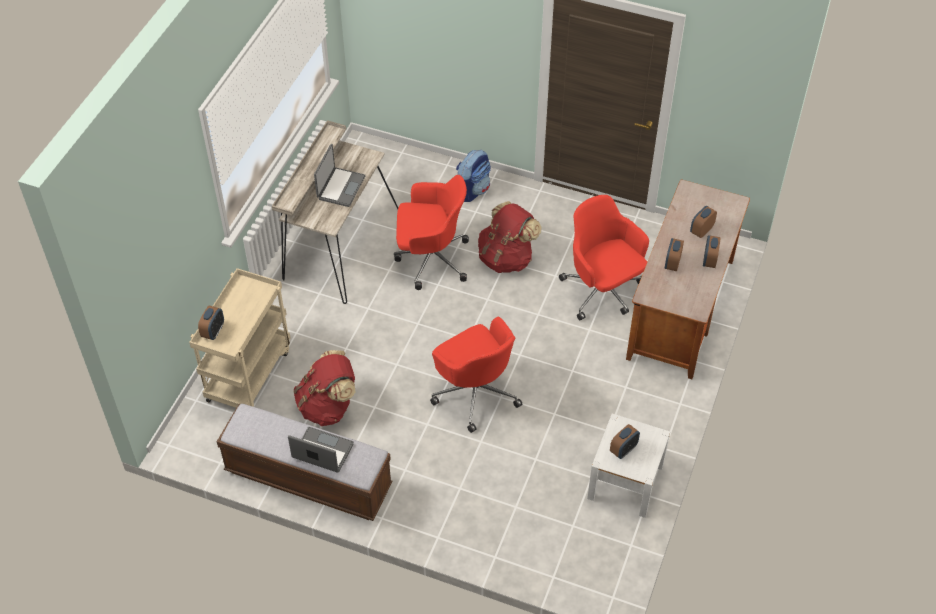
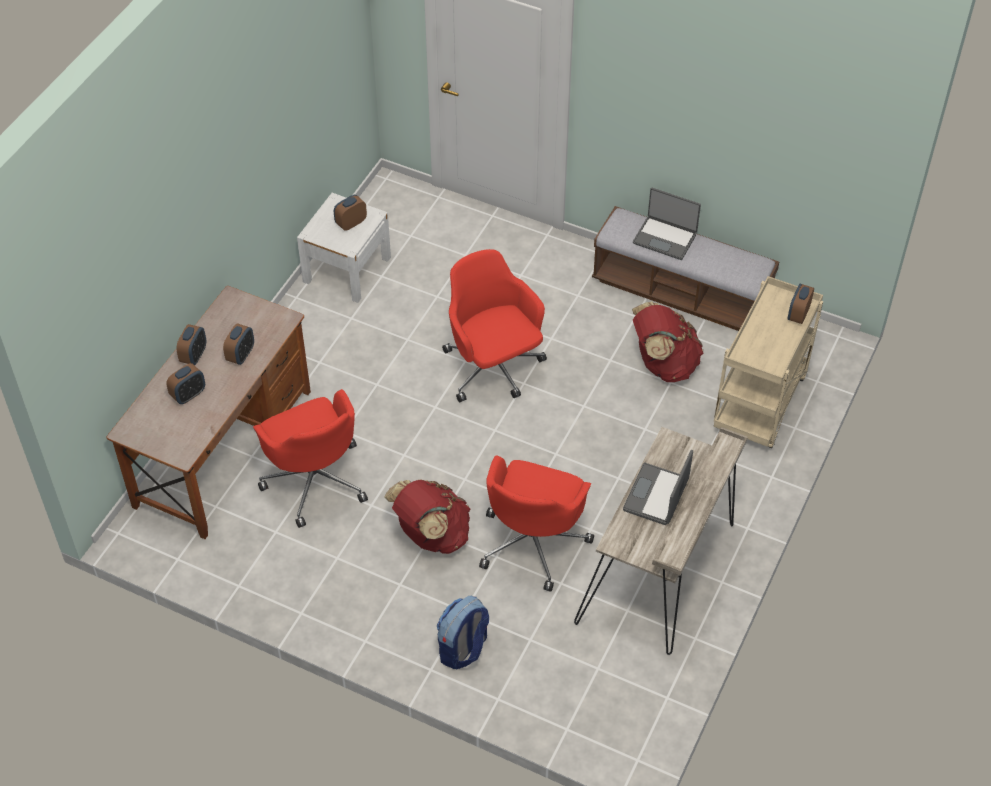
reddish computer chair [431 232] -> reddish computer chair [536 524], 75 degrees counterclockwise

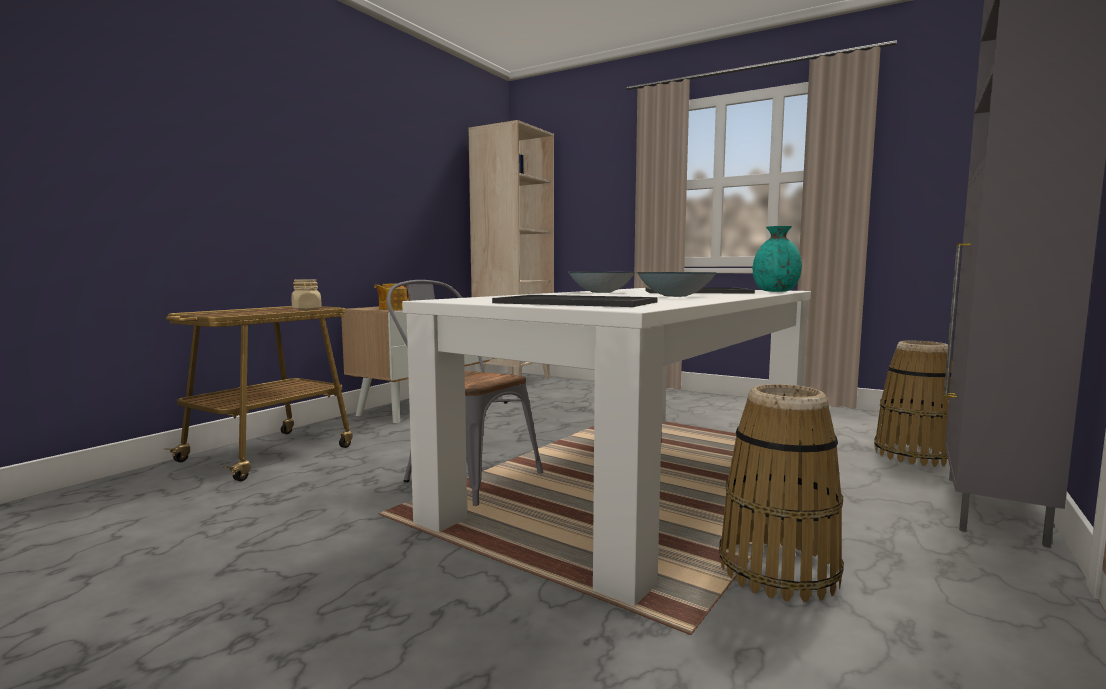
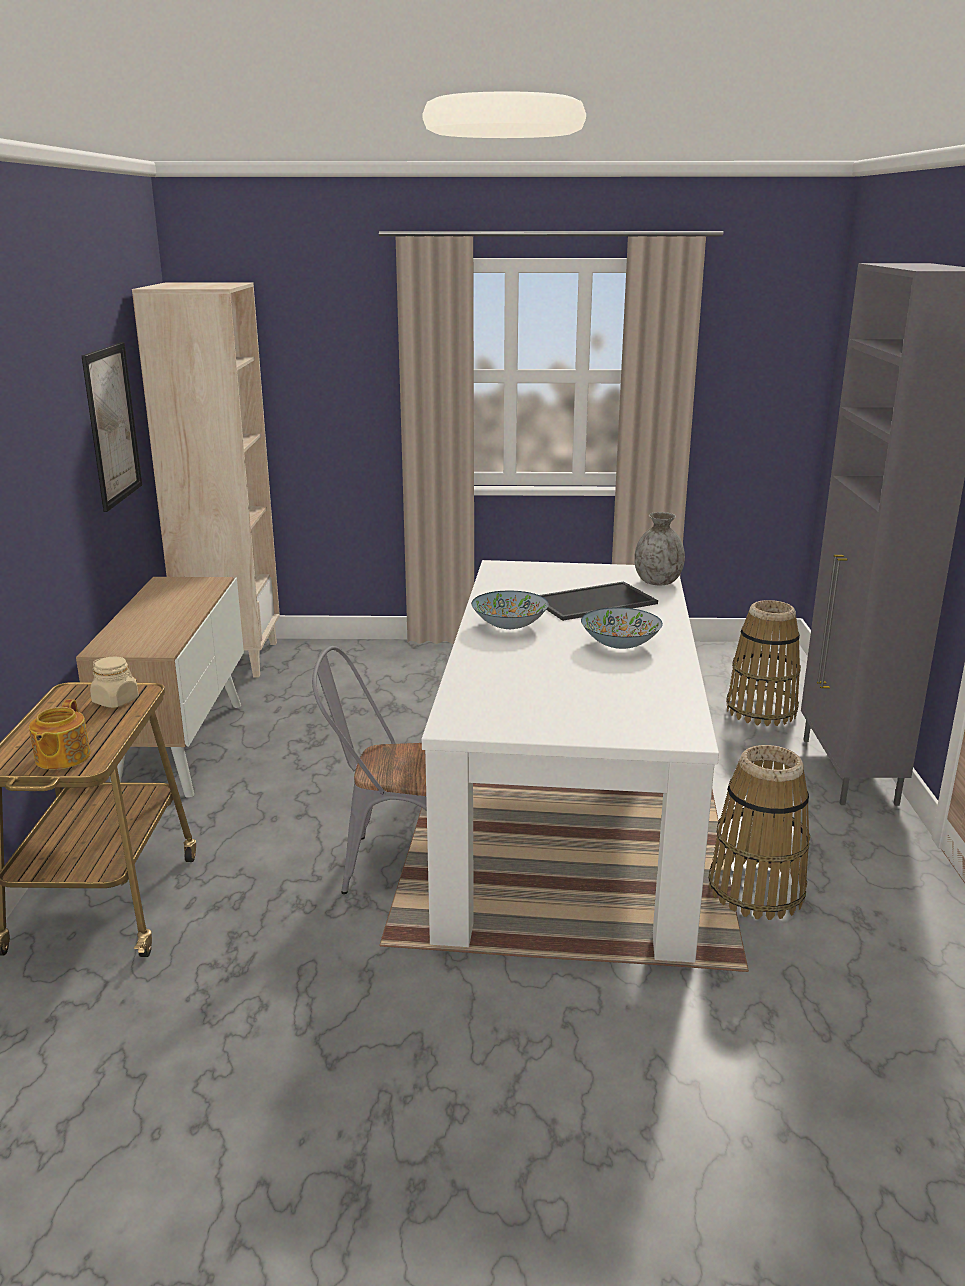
pot for tea [392 297] -> pot for tea [60 734], moved
none -> wall picture [112 427]
turquoise flower vase [777 259] -> greyish flower vase [659 548]
serving tray [575 301] -> none

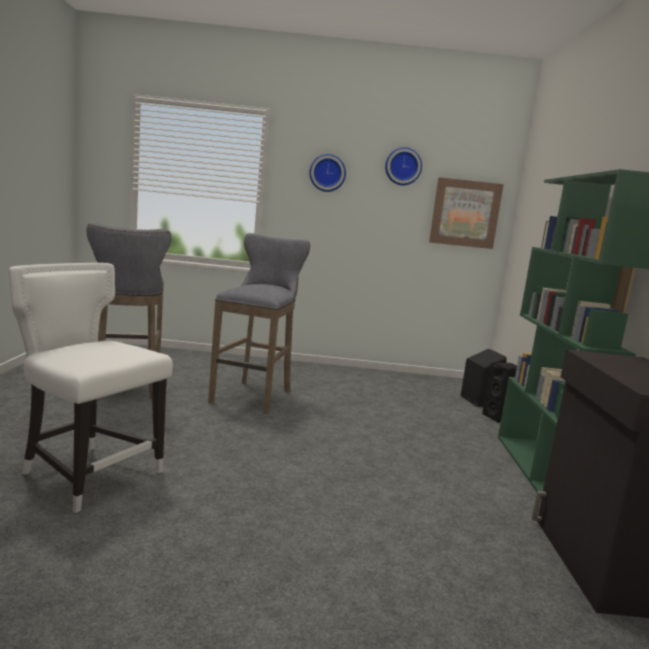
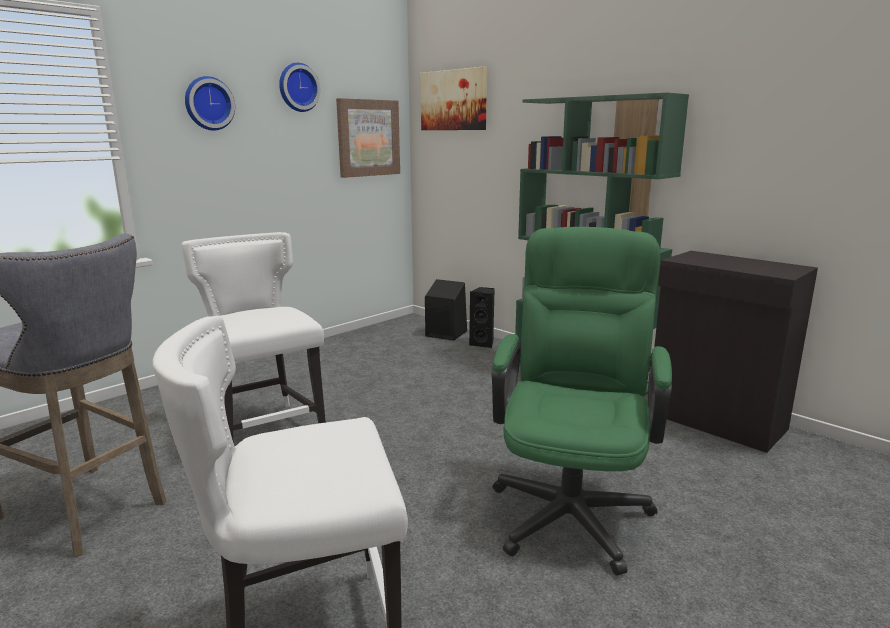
greyish stool [259 323] -> whitish plain chair [253 336]
none -> wall picture [453 98]
none -> greenish computer chair [582 401]

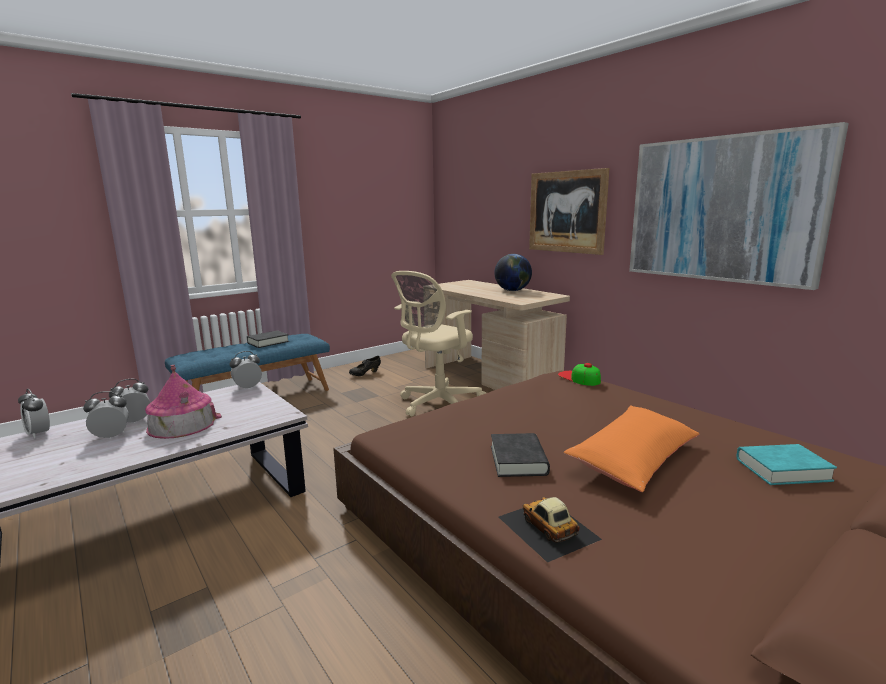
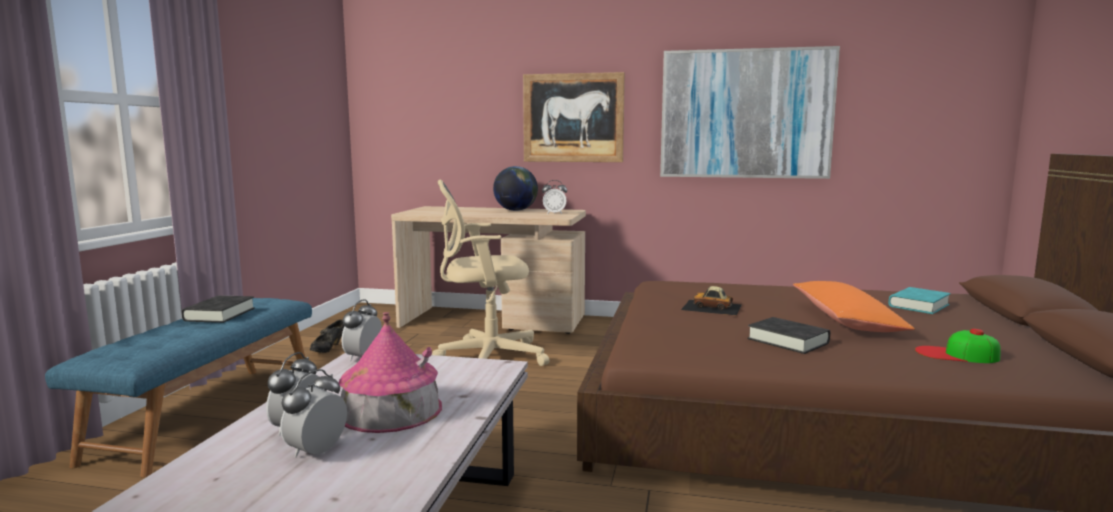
beige computer chair [438 344] -> beige computer chair [491 272], 75 degrees clockwise
bedside clock [34 414] -> bedside clock [554 197], moved
miniature car [550 530] -> miniature car [711 300], moved
baseball cap [579 374] -> baseball cap [958 346], moved

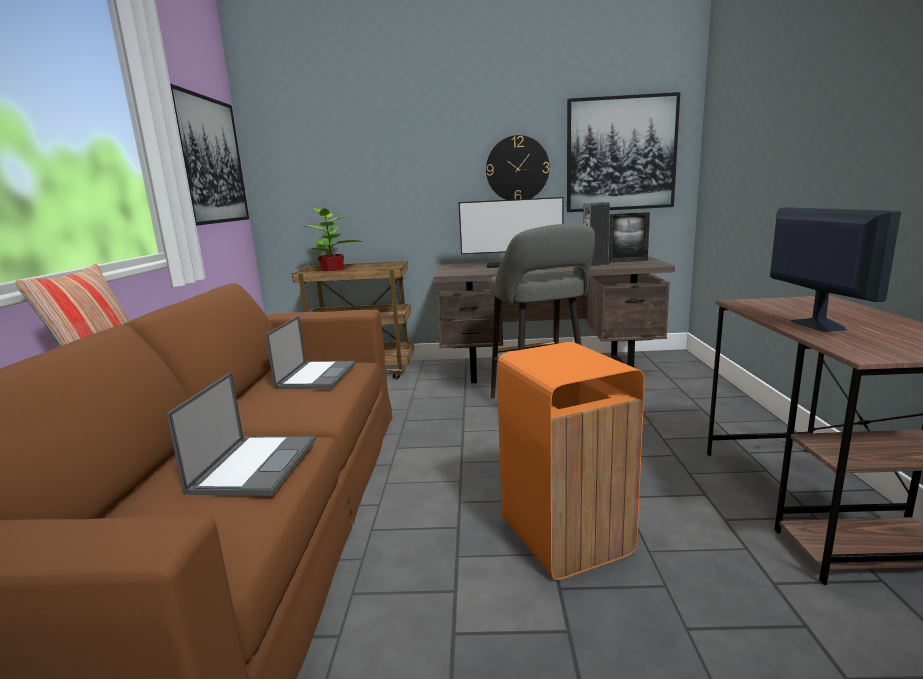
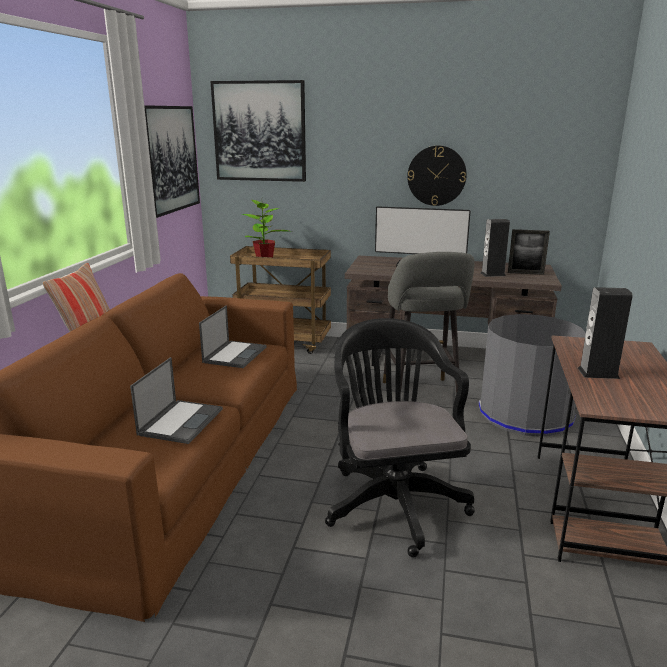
wall picture [623 152] -> wall picture [258 131], moved
orange waste bin [571 461] -> black-coloured computer chair [400 438]
none -> greyish waste bin [532 375]
computer display [835 269] -> speaker [605 333]

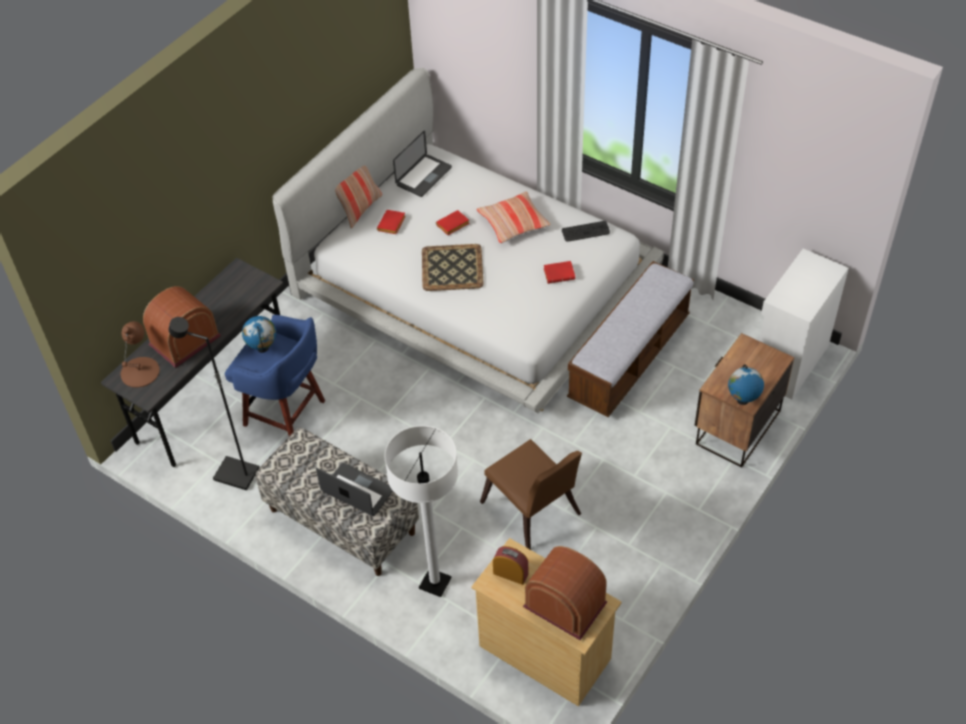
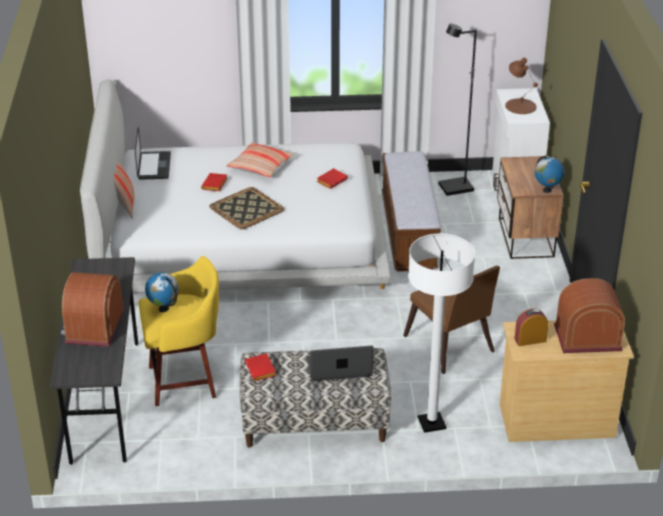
blue-coloured stool [275 375] -> yellow-coloured stool [178 331]
reddish volume [391 222] -> reddish volume [260 367], moved
brownish plain chair [531 494] -> brownish plain chair [451 320], 45 degrees clockwise
black-coloured standing lamp [214 403] -> black-coloured standing lamp [457 110], moved
brownish table lamp [140 354] -> brownish table lamp [521 86], moved
PC keyboard [586 231] -> none

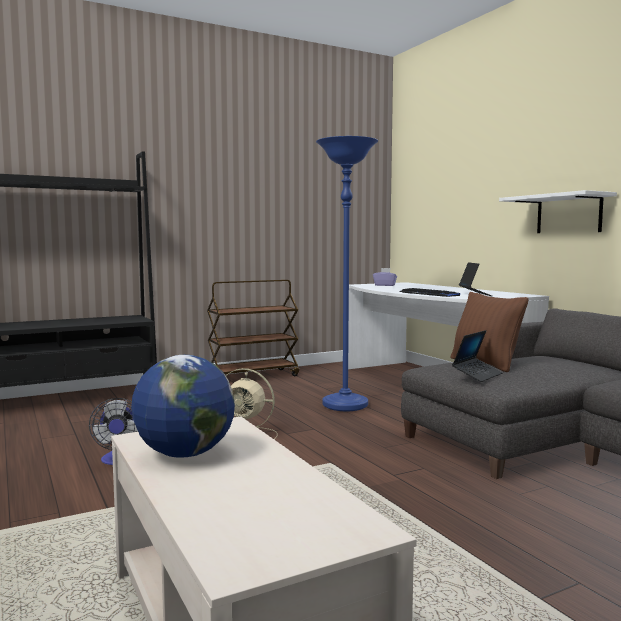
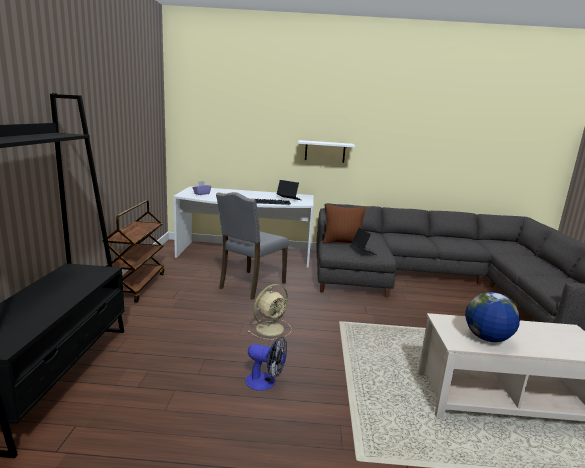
blue-coloured standing lamp [347 273] -> greyish plain chair [252 246]

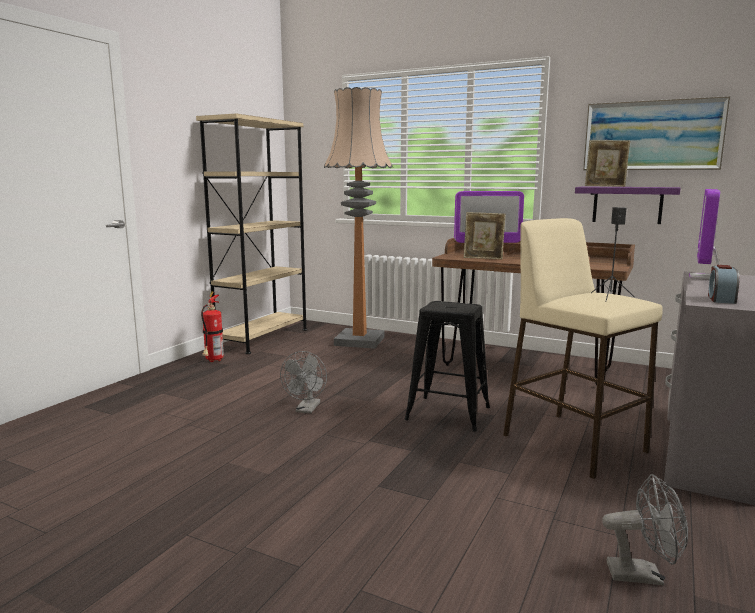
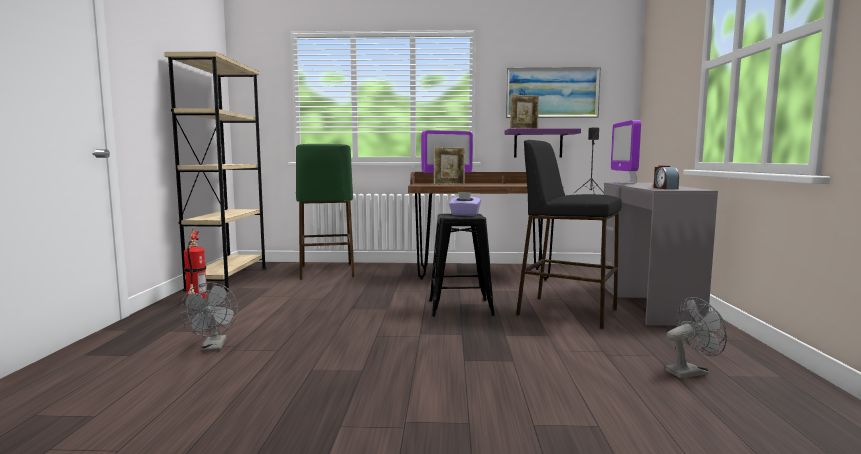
greyish fan [303 382] -> greyish fan [209 317], moved
standing lamp [358 218] -> greenish stool [325 212]
none -> purple-coloured tissue box [465 204]
beige stool [583 348] -> black-coloured stool [568 234]

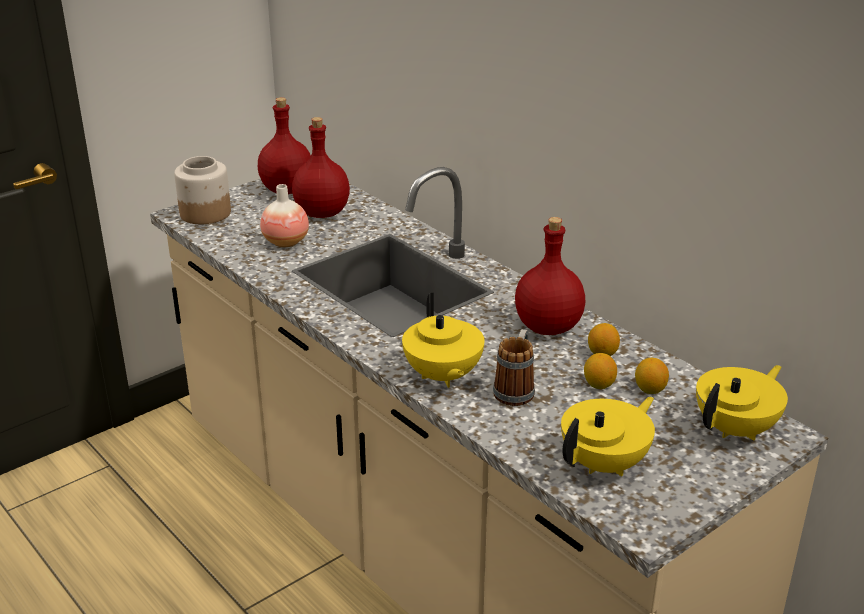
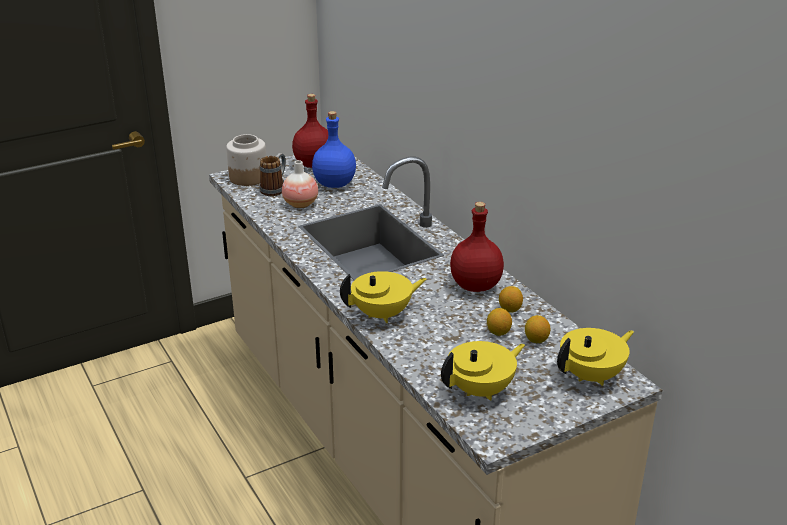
tea mug [514 367] -> tea mug [273 174], moved
reddish drink bottle [321 167] -> blue-coloured drink bottle [334 149]
yellow-coloured pot for tea [443 340] -> yellow-coloured pot for tea [383 297], 105 degrees counterclockwise

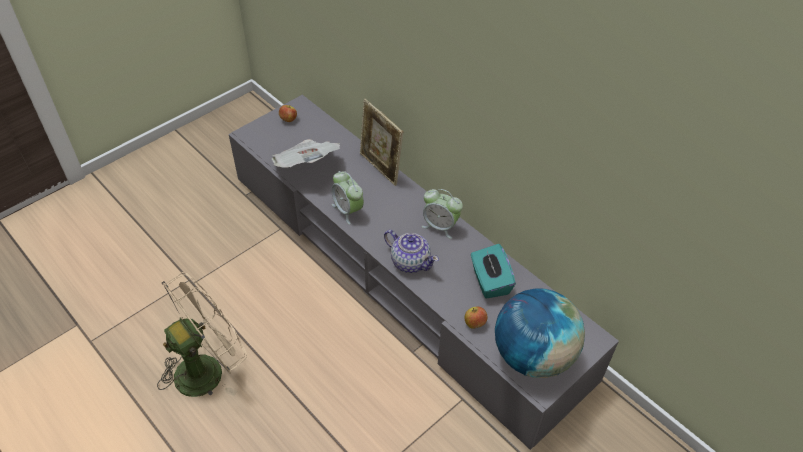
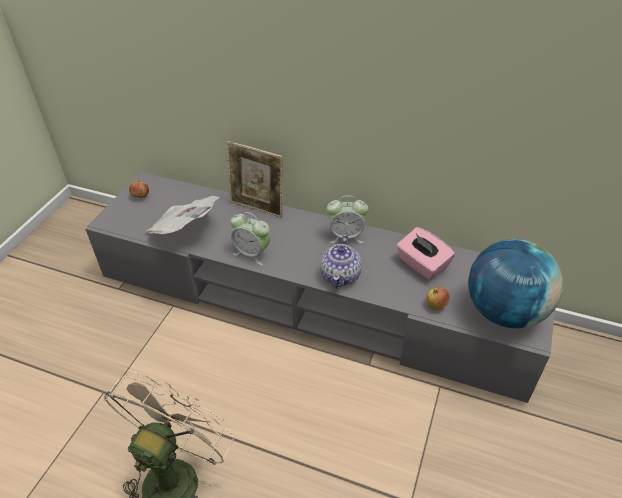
pot for tea [411 251] -> pot for tea [341 261], 90 degrees clockwise
turquoise tissue box [493 271] -> pinkish tissue box [426 253]

